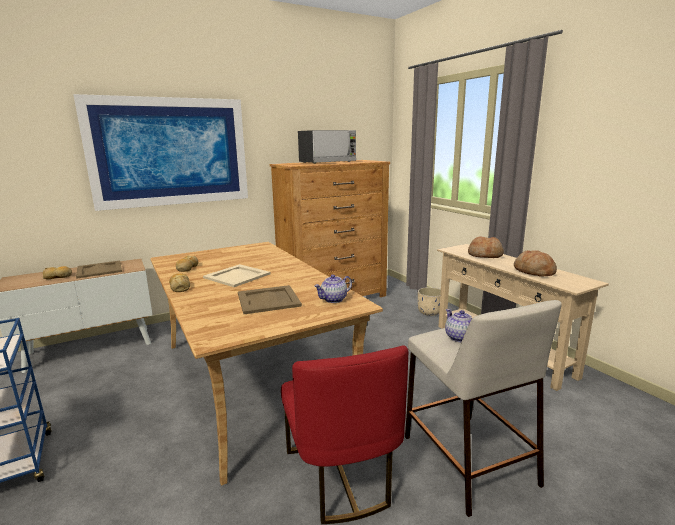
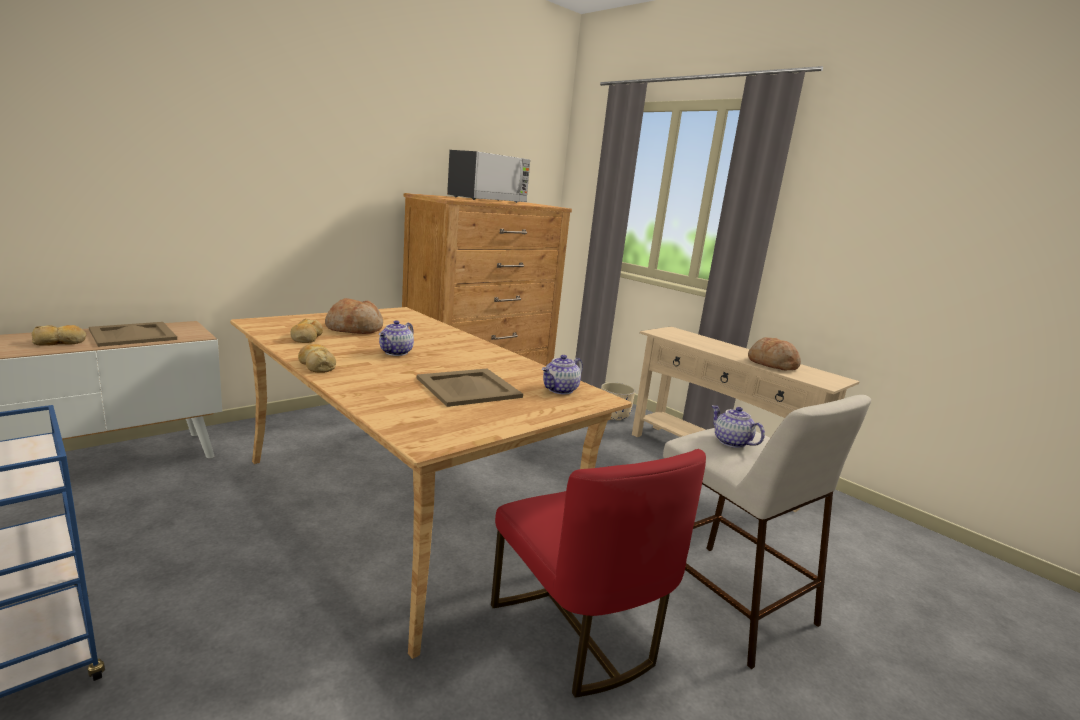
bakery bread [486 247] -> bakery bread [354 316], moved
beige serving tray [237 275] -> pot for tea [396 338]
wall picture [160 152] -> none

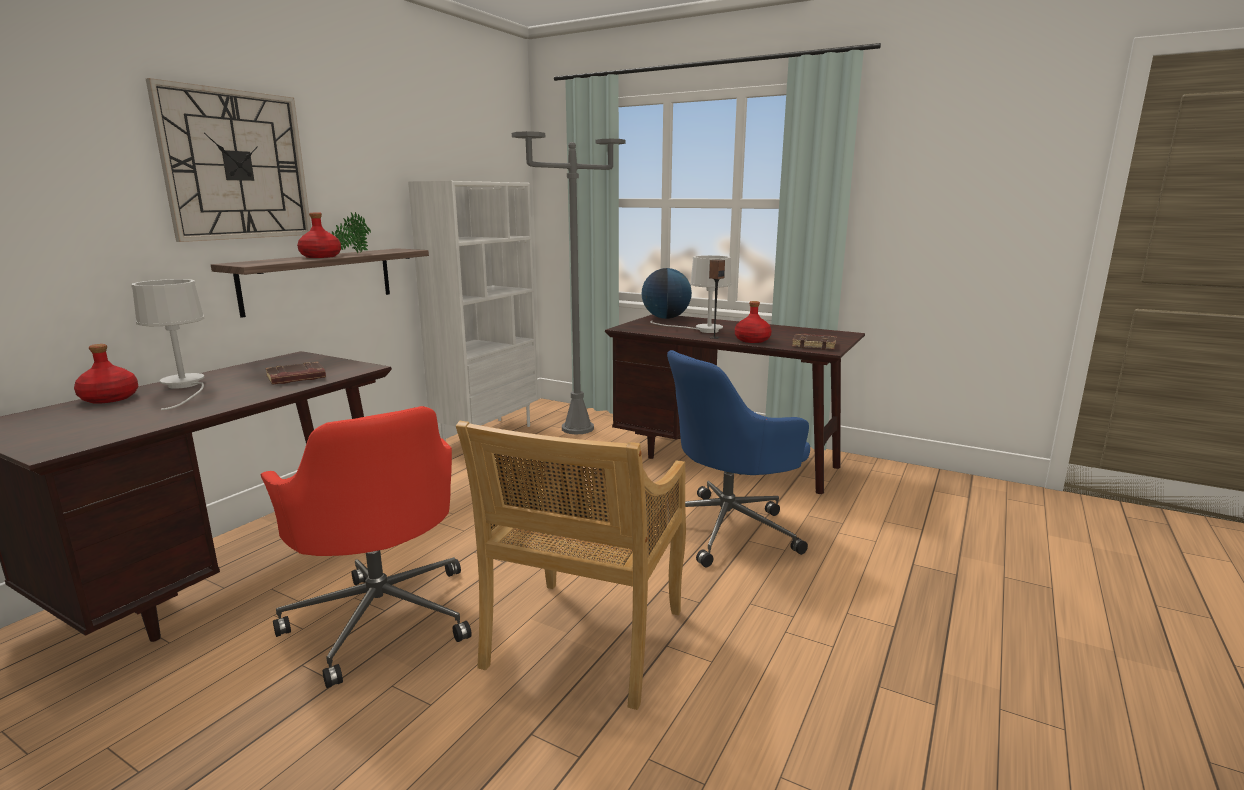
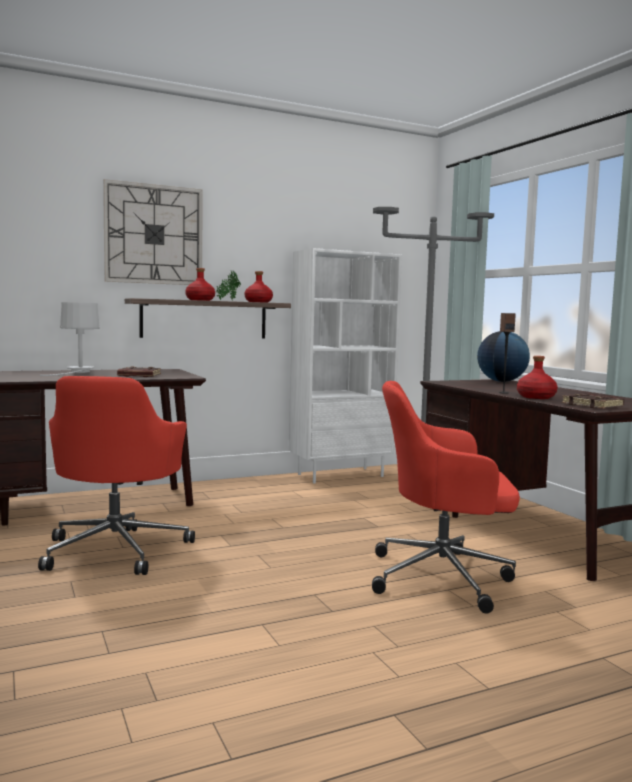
reddish drink bottle [106 374] -> reddish drink bottle [259 287], moved
blue-coloured computer chair [738 458] -> reddish computer chair [446 497]
beige plain chair [571 565] -> none
whitish table lamp [691 294] -> none

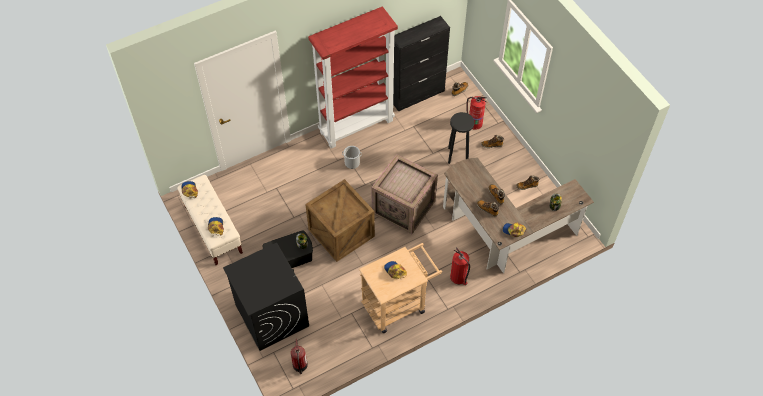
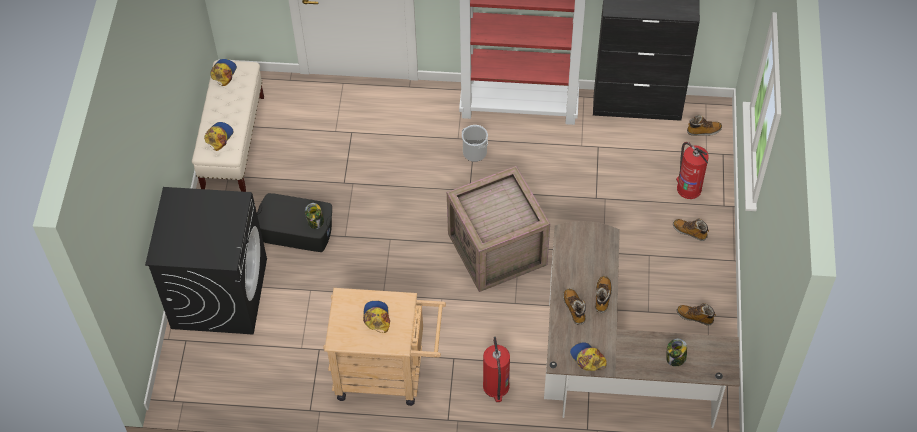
fire-fighting cylinder [299 356] -> none
crate [340 220] -> none
black-coloured stool [461 138] -> none

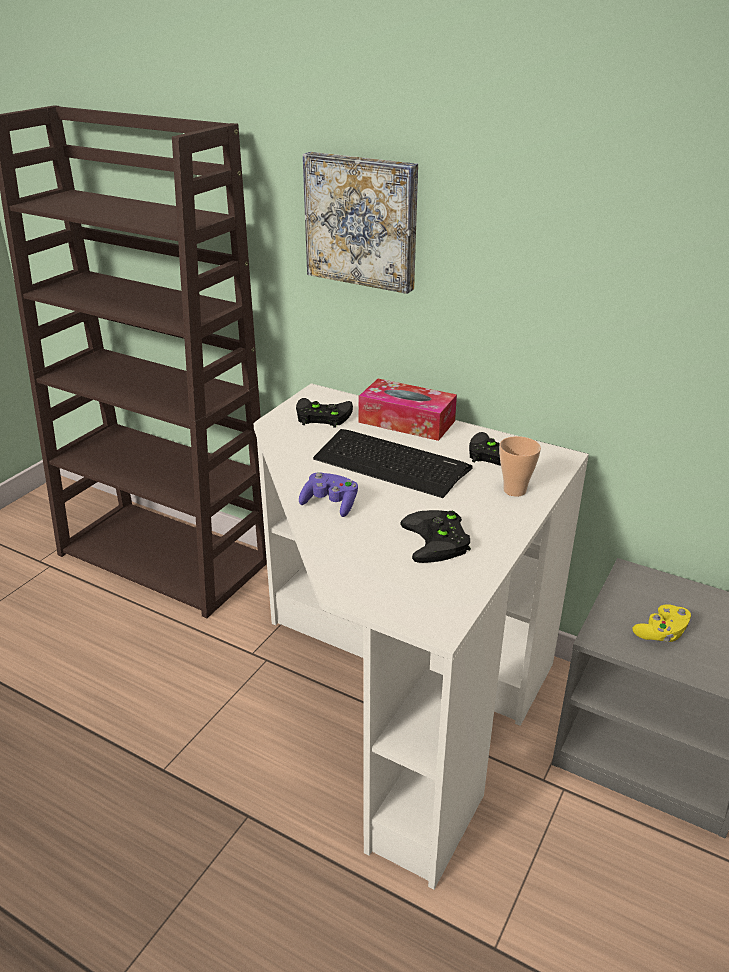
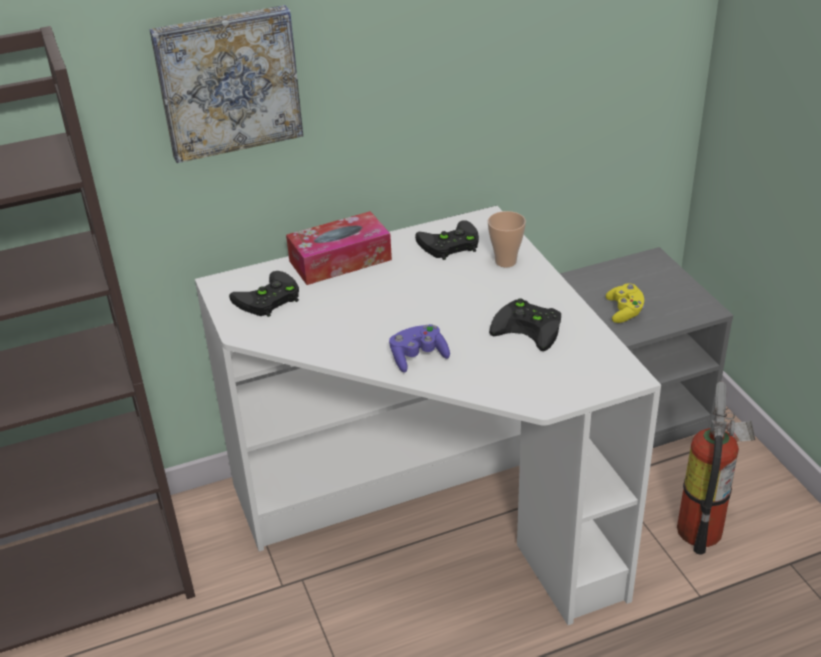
none -> fire-fighting cylinder [716 468]
PC keyboard [393 463] -> none

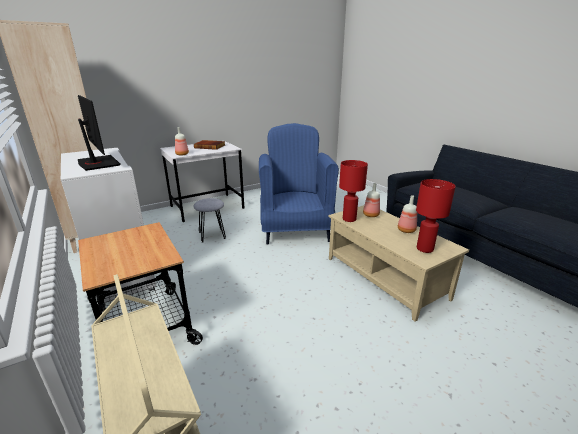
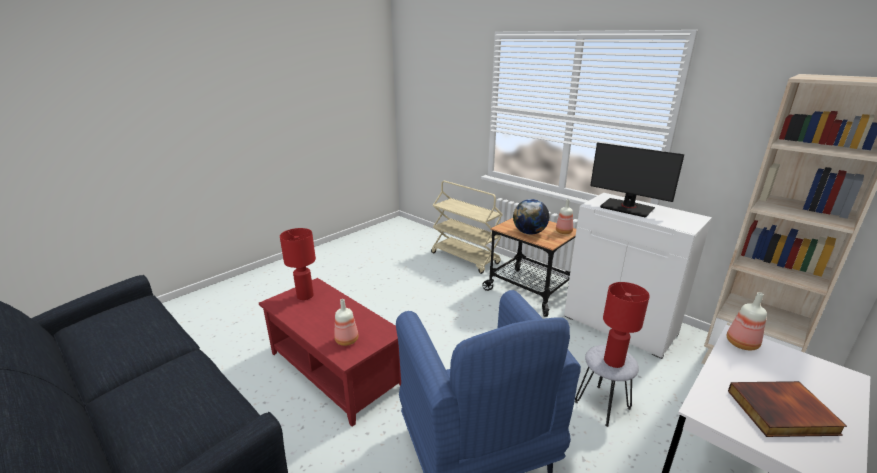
beige lounge table [399 263] -> reddish lounge table [330 352]
none -> desk globe [531 217]
drink bottle [407 214] -> drink bottle [564 216], moved
reddish table lamp [353 191] -> reddish table lamp [626 325], moved

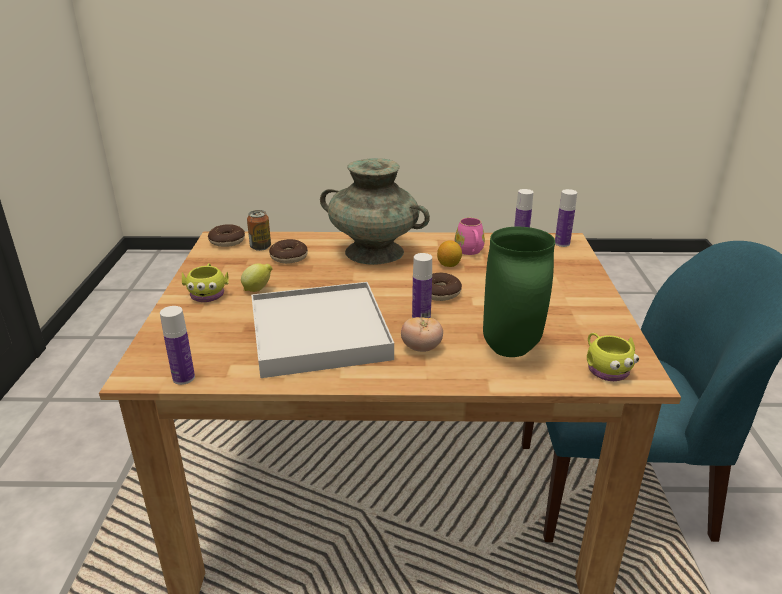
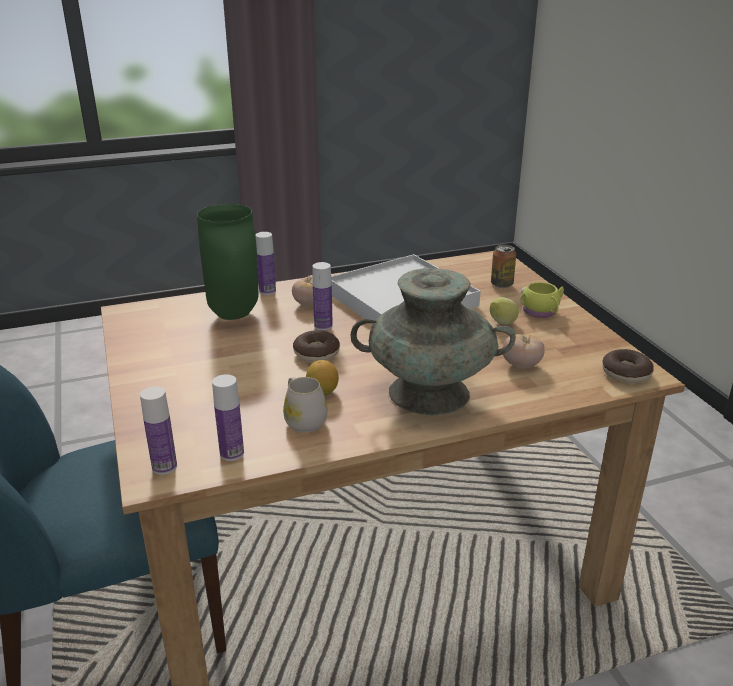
drink bottle [177 345] -> drink bottle [265 263], moved
pinkish tea mug [469 236] -> whitish tea mug [305 405]
can [259 230] -> can [503 266], moved
doughnut [288 251] -> whole tomato [523 351]
yellow-coloured tea mug [613 357] -> none

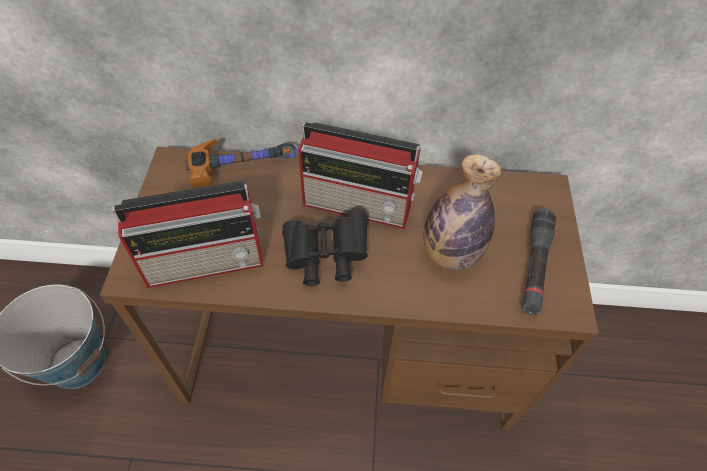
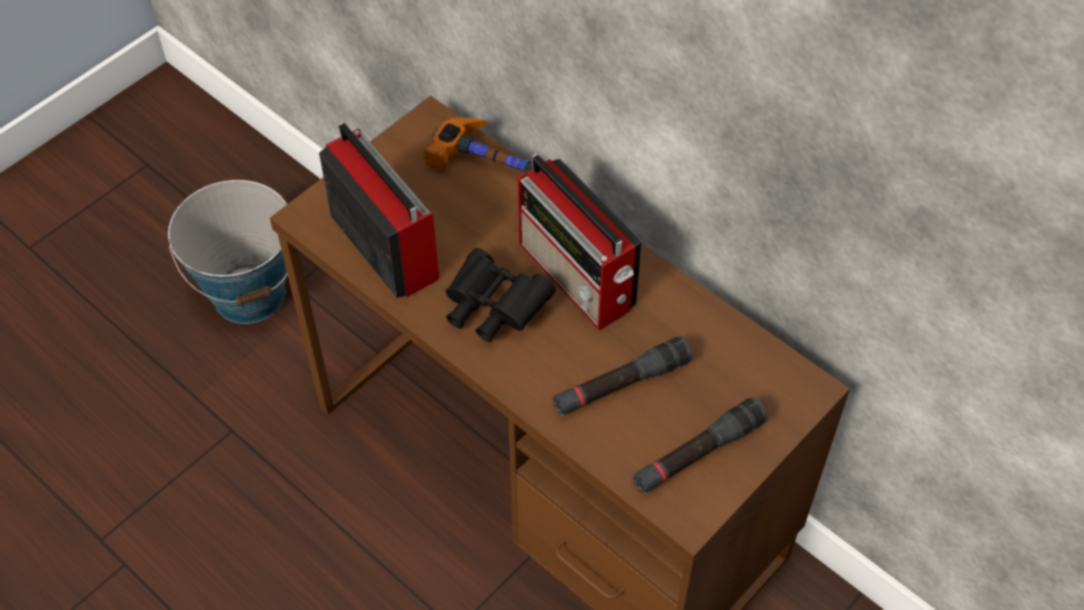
radio receiver [188 234] -> radio receiver [379 210], 150 degrees counterclockwise
drink bottle [462 212] -> black-coloured torch [622 376]

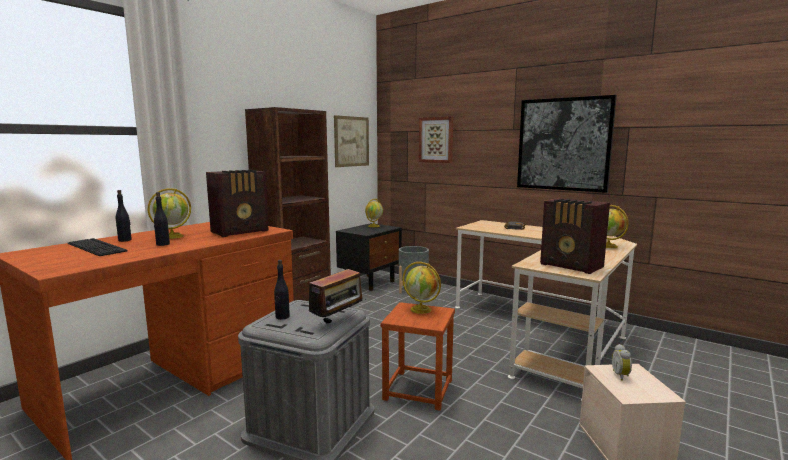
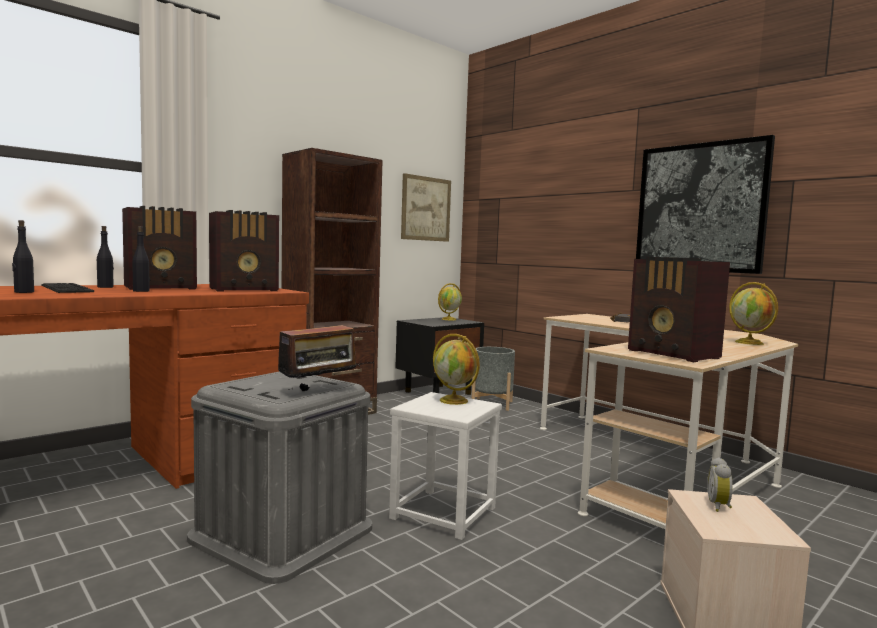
black-coloured drink bottle [282 290] -> black-coloured drink bottle [23 256], moved
desk globe [169 213] -> radio receiver [159 248]
brownish stool [418 356] -> whitish stool [445 466]
wall picture [436 139] -> none

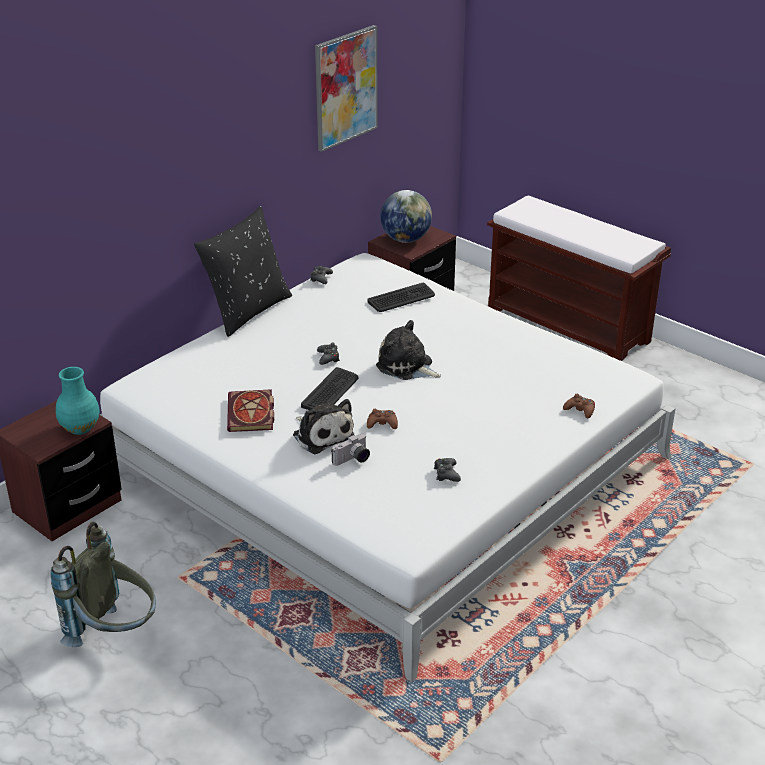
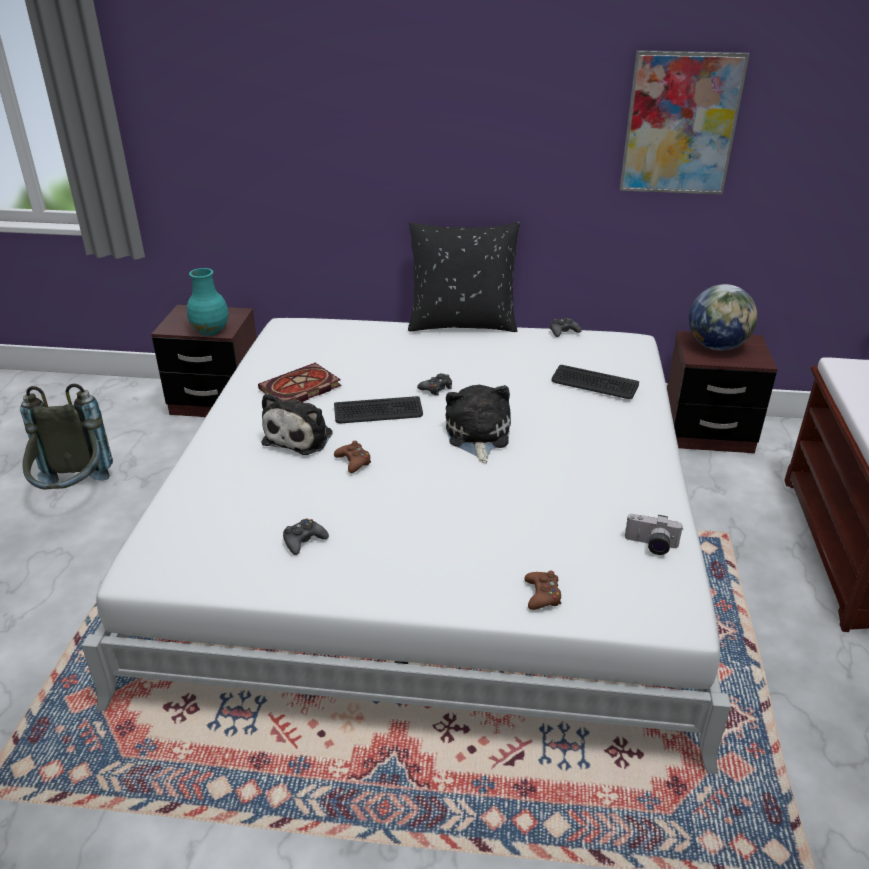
photo camera [350 450] -> photo camera [654 534], moved

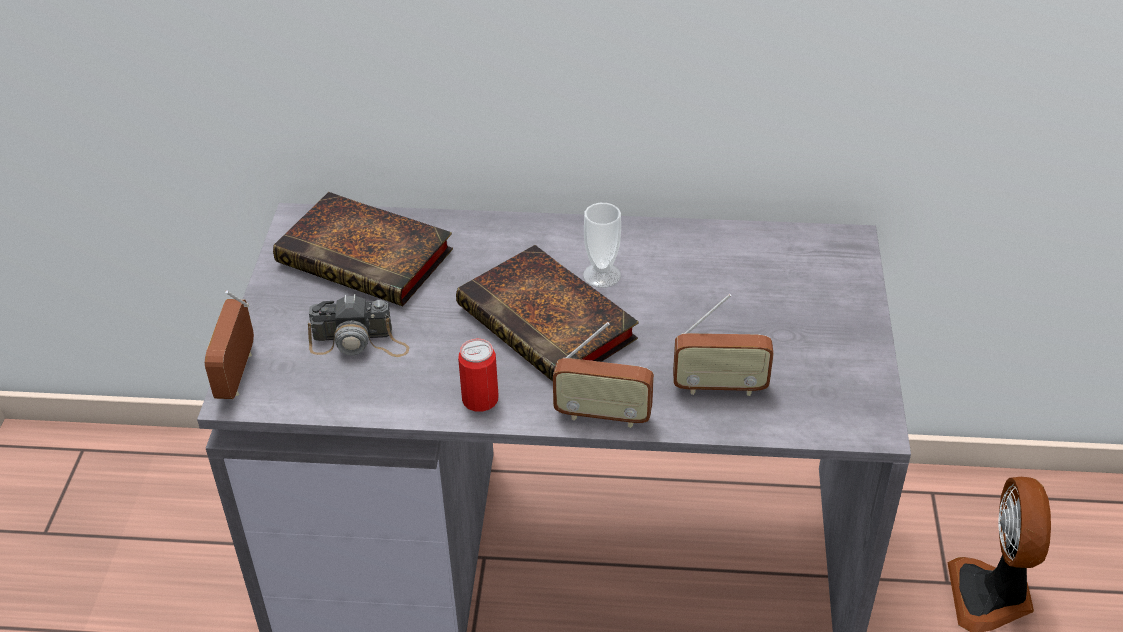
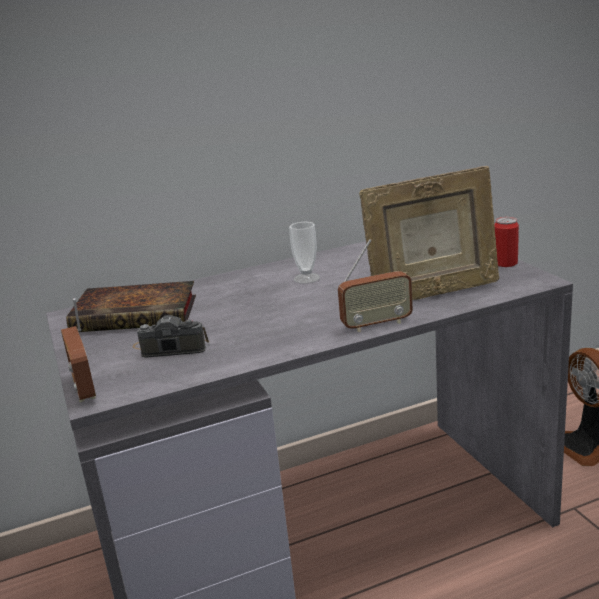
photo camera [358 325] -> photo camera [171 336], 150 degrees counterclockwise
radio receiver [723 345] -> photo frame [429 233]
can [478 375] -> can [506 242], moved
volume [547 313] -> none

